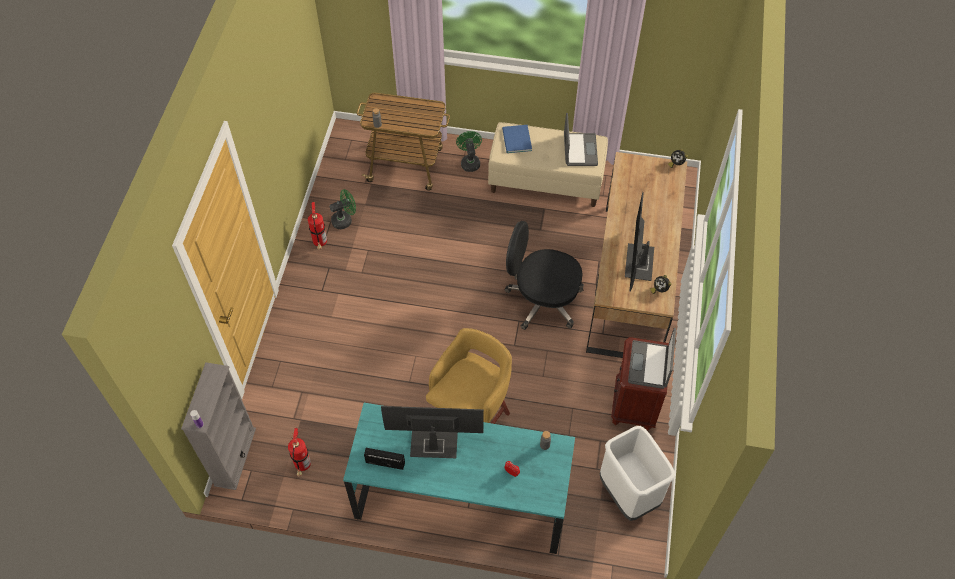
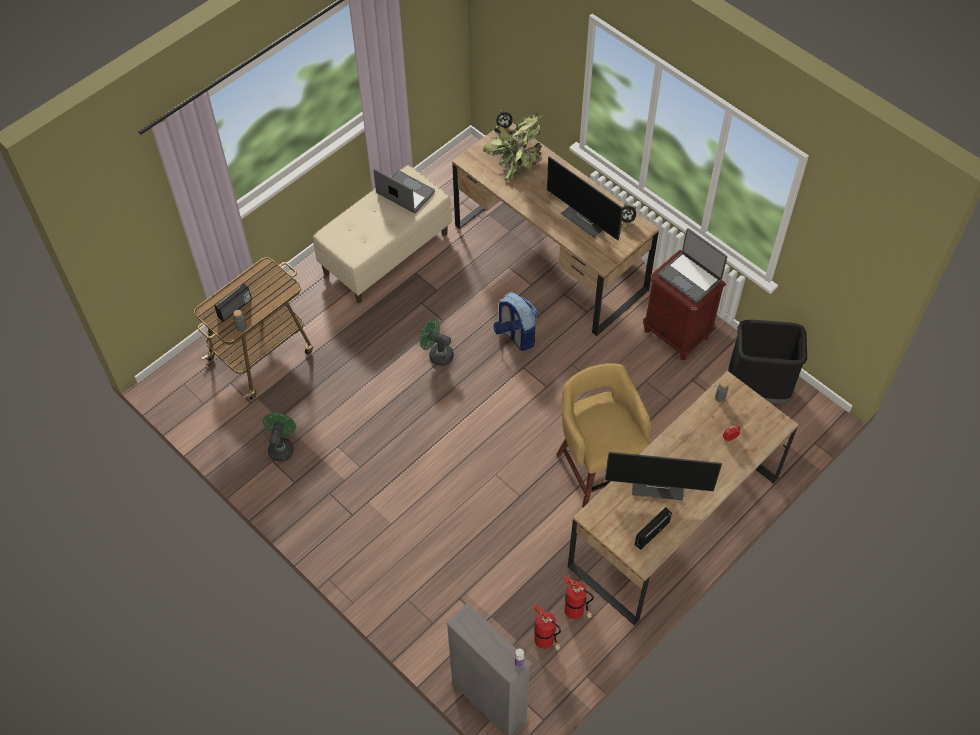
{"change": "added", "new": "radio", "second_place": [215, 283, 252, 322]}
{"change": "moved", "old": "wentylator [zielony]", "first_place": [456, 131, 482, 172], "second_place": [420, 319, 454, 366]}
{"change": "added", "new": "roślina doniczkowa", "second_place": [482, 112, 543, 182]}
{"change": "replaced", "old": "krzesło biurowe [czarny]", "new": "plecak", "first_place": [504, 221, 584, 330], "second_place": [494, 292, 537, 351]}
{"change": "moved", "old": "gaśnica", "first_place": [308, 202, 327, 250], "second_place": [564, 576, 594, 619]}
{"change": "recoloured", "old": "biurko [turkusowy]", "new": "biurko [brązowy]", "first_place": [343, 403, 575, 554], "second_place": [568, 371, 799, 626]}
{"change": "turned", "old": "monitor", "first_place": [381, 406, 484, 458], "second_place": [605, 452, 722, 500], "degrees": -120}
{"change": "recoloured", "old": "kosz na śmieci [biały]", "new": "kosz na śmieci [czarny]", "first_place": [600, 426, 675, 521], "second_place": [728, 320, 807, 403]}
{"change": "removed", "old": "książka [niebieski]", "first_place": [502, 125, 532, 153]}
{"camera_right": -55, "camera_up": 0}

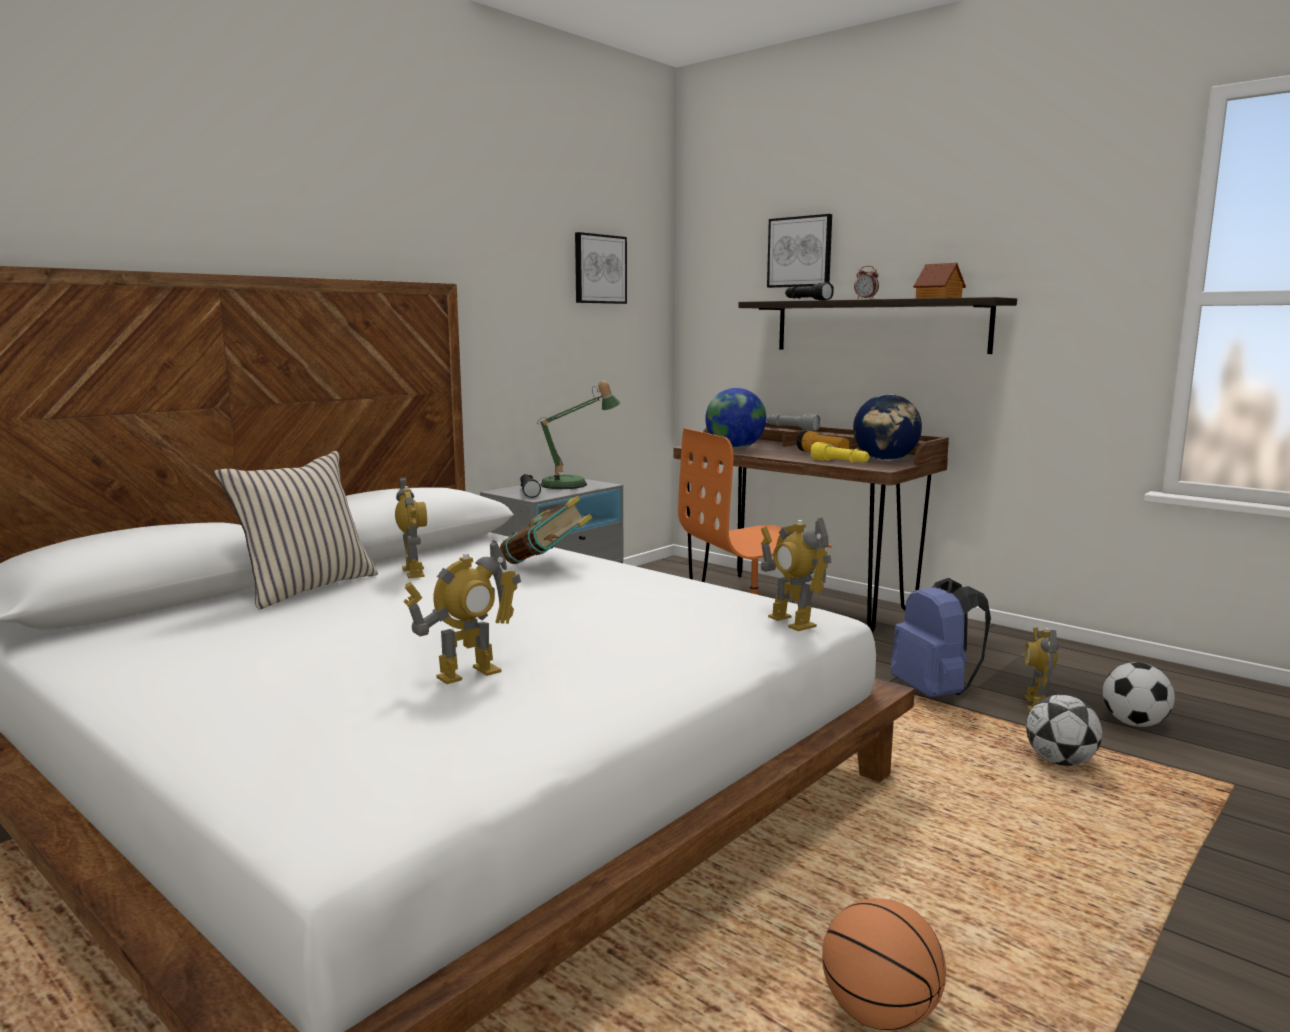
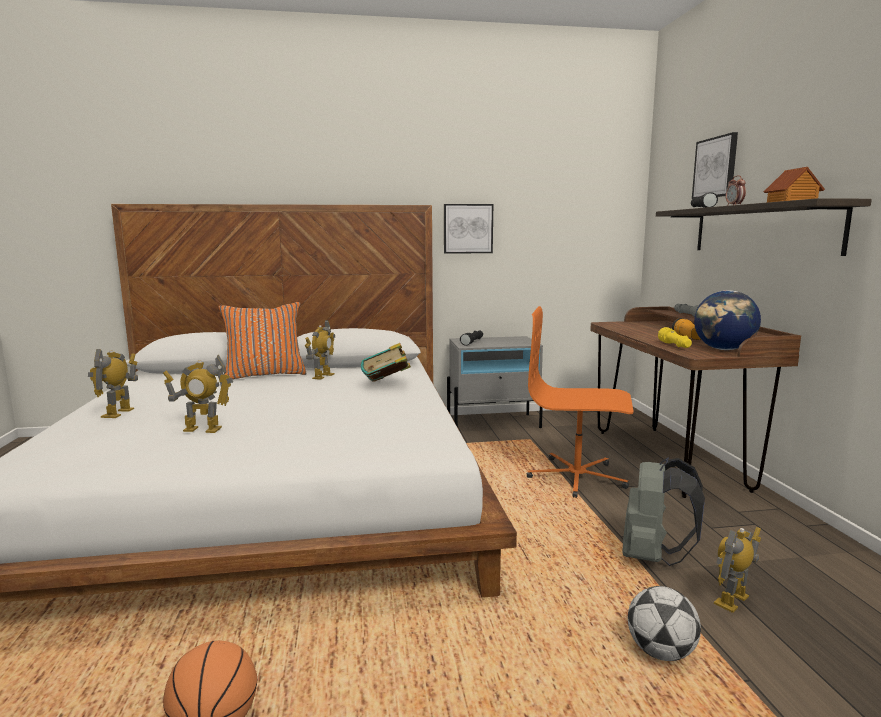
{"change": "moved", "old": "robot zabawkowy", "first_place": [761, 518, 832, 631], "second_place": [88, 349, 138, 418]}
{"change": "recoloured", "old": "poduszka [beżowy]", "new": "poduszka [pomarańczowy]", "first_place": [214, 451, 378, 609], "second_place": [219, 302, 307, 379]}
{"change": "moved", "old": "obraz", "first_place": [575, 232, 627, 304], "second_place": [444, 204, 493, 254]}
{"change": "recoloured", "old": "plecak [niebieski]", "new": "plecak [szary]", "first_place": [890, 578, 991, 698], "second_place": [622, 458, 705, 566]}
{"change": "removed", "old": "lampa stołowa", "first_place": [537, 381, 620, 489]}
{"change": "removed", "old": "globus", "first_place": [705, 388, 767, 449]}
{"change": "removed", "old": "piłka futbolowa", "first_place": [1103, 662, 1175, 727]}
{"camera_right": 40, "camera_up": 0}

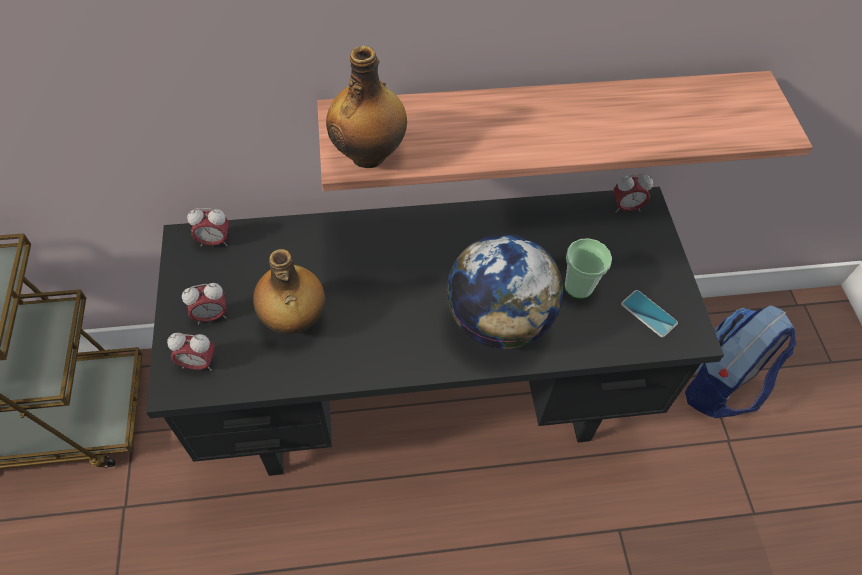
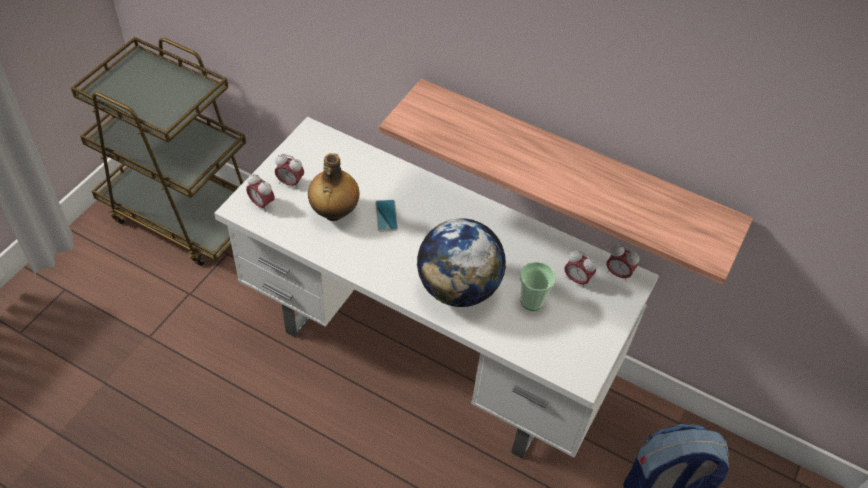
{"change": "recoloured", "old": "biurko [czarny]", "new": "biurko [biały]", "first_place": [146, 187, 724, 476], "second_place": [214, 117, 659, 458]}
{"change": "moved", "old": "telefon", "first_place": [621, 290, 678, 337], "second_place": [375, 200, 398, 232]}
{"change": "moved", "old": "budzik", "first_place": [187, 208, 229, 247], "second_place": [565, 250, 597, 288]}
{"change": "removed", "old": "butelka", "first_place": [326, 45, 407, 168]}
{"camera_right": 35, "camera_up": -5}

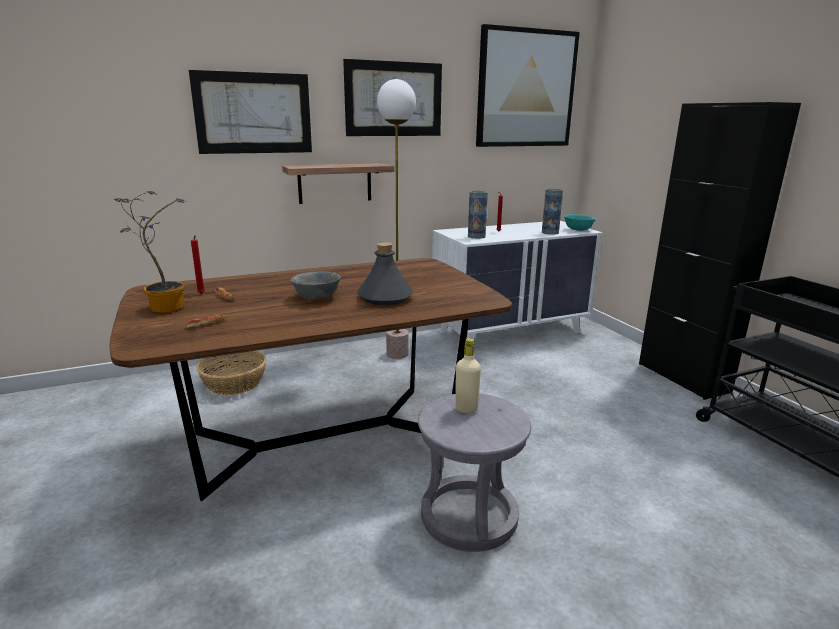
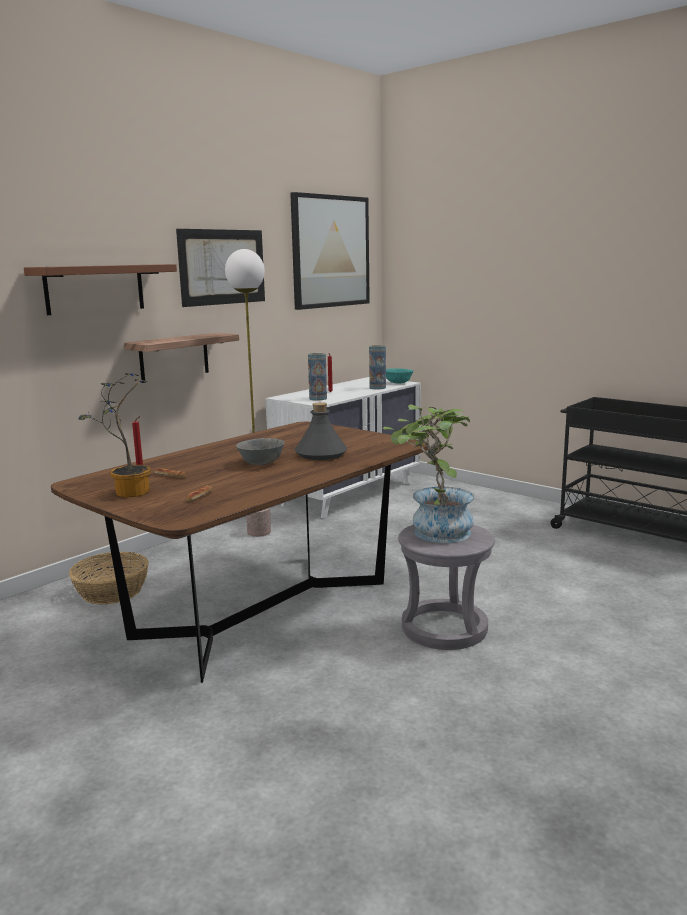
{"change": "replaced", "old": "obraz", "new": "półka [brązowy]", "first_place": [189, 70, 312, 154], "second_place": [24, 264, 177, 315]}
{"change": "replaced", "old": "butelka [beżowy]", "new": "roślina doniczkowa", "first_place": [455, 338, 481, 414], "second_place": [383, 404, 474, 543]}
{"change": "removed", "old": "szafka [czarny]", "first_place": [639, 102, 801, 400]}
{"camera_right": -25, "camera_up": -5}

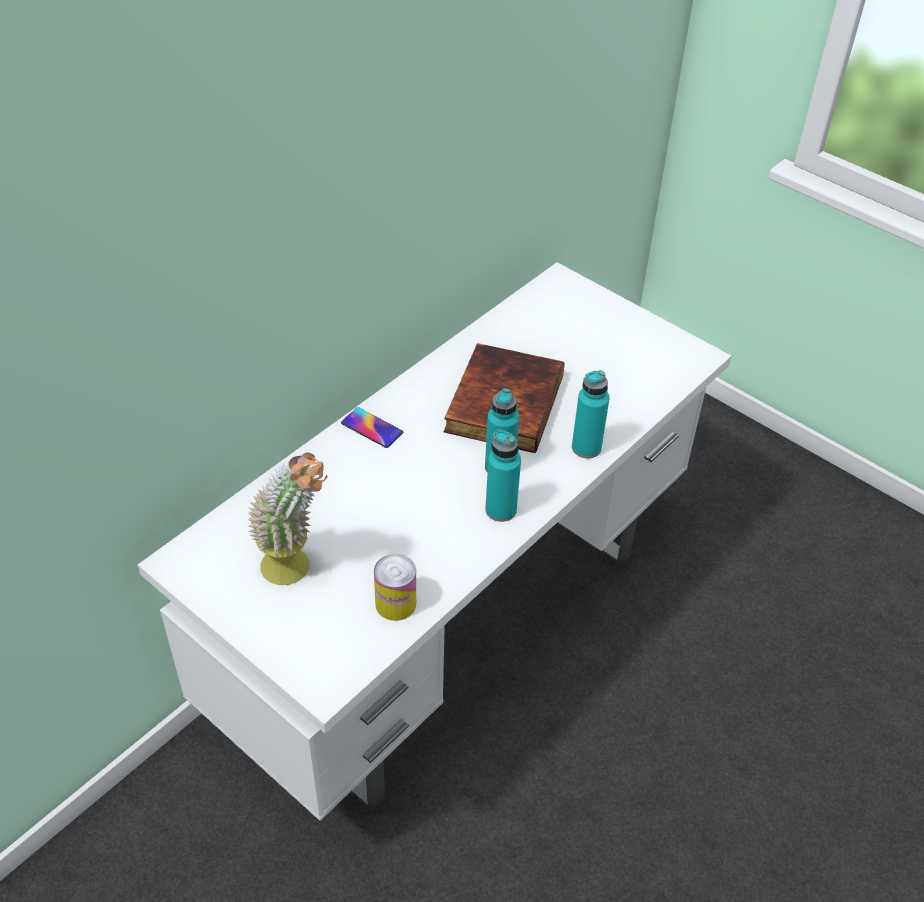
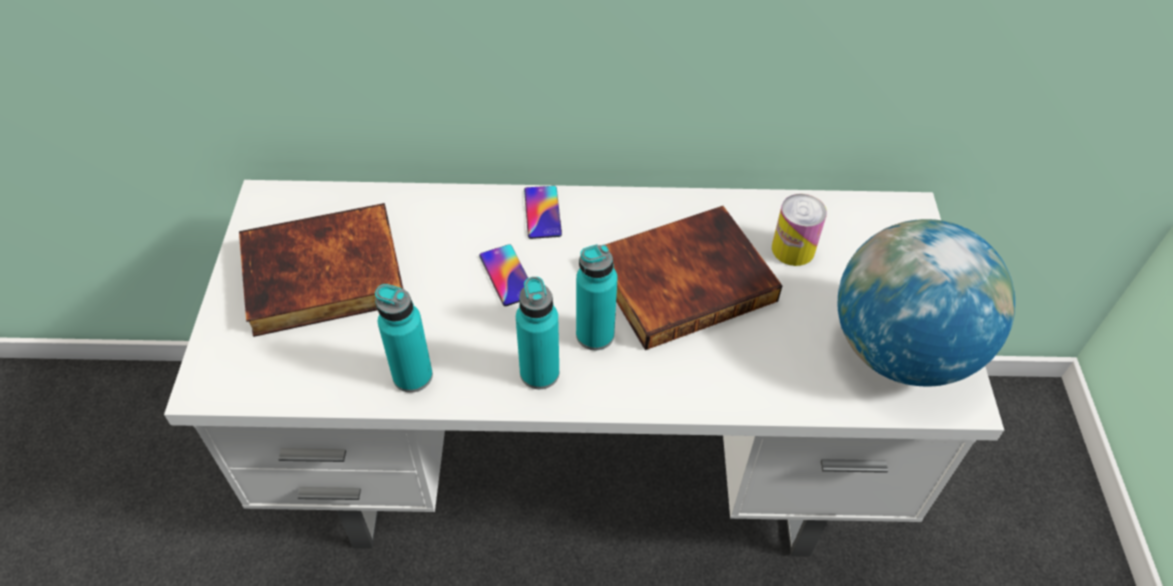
{"change": "replaced", "old": "roślina doniczkowa", "new": "książka", "first_place": [248, 453, 327, 585], "second_place": [239, 203, 403, 337]}
{"change": "moved", "old": "butelka [turkusowy]", "first_place": [572, 370, 610, 459], "second_place": [375, 284, 433, 393]}
{"change": "added", "new": "telefon", "second_place": [479, 244, 528, 306]}
{"change": "moved", "old": "puszka", "first_place": [374, 554, 416, 621], "second_place": [772, 194, 827, 266]}
{"change": "added", "new": "globus", "second_place": [838, 219, 1015, 386]}
{"camera_right": 50, "camera_up": 5}

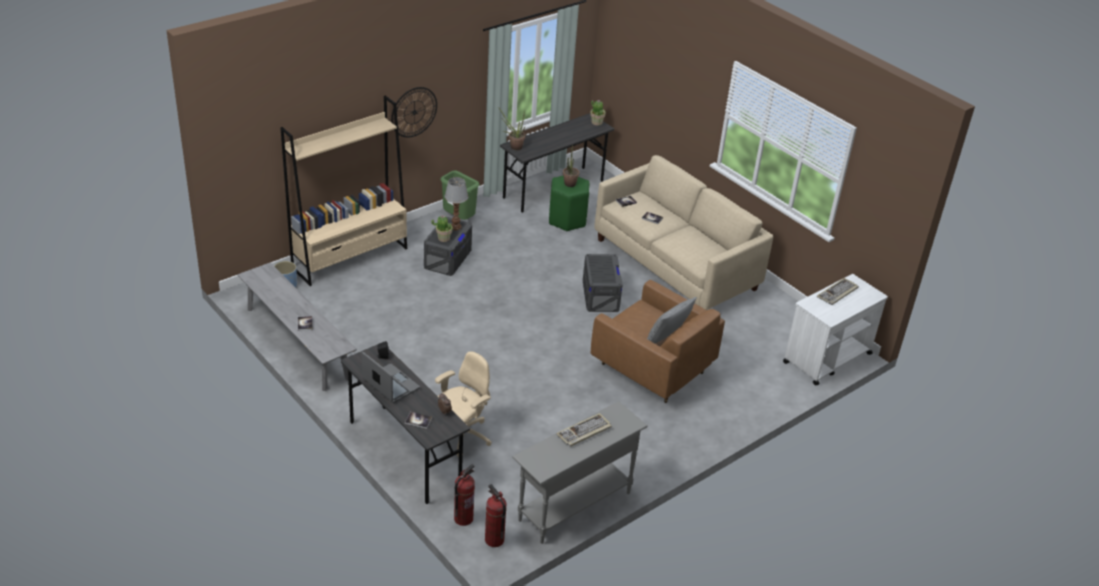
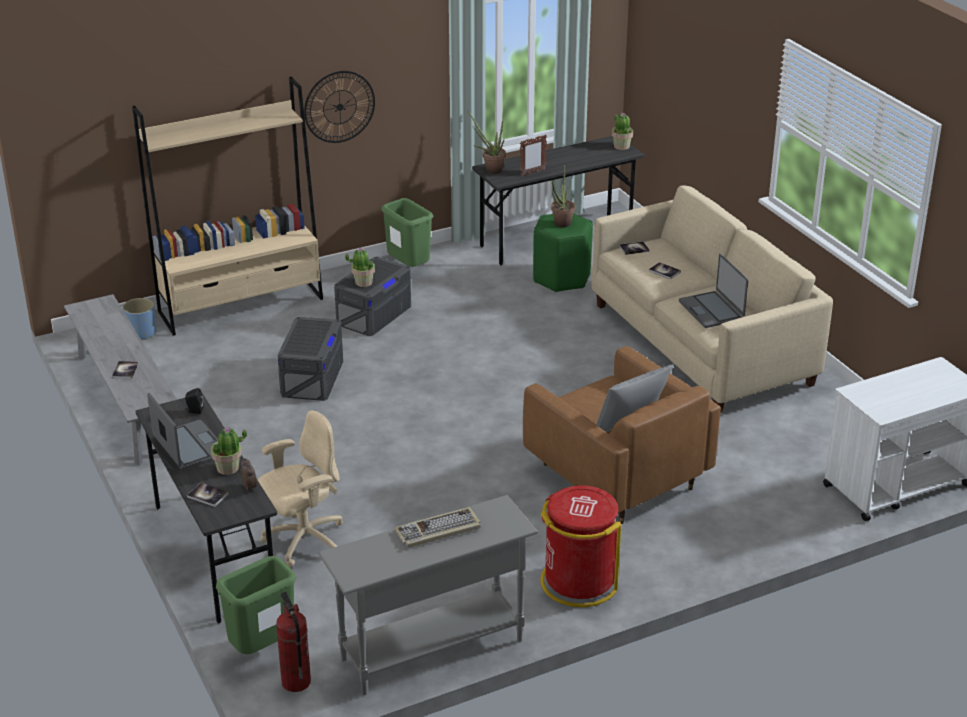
{"change": "added", "new": "roślina doniczkowa", "second_place": [211, 427, 247, 475]}
{"change": "replaced", "old": "gaśnica", "new": "kosz na śmieci [zielony]", "first_place": [454, 464, 475, 526], "second_place": [216, 556, 296, 654]}
{"change": "moved", "old": "pojemnik do przechowywania [szary]", "first_place": [583, 254, 623, 312], "second_place": [278, 317, 343, 401]}
{"change": "added", "new": "ramka na zdjęcie", "second_place": [520, 134, 547, 176]}
{"change": "added", "new": "kosz na śmieci [czerwony]", "second_place": [540, 485, 621, 607]}
{"change": "added", "new": "laptop", "second_place": [679, 254, 749, 328]}
{"change": "removed", "old": "lampa stołowa", "first_place": [444, 177, 468, 231]}
{"change": "removed", "old": "klawiatura", "first_place": [817, 278, 859, 305]}
{"camera_right": 15, "camera_up": -5}

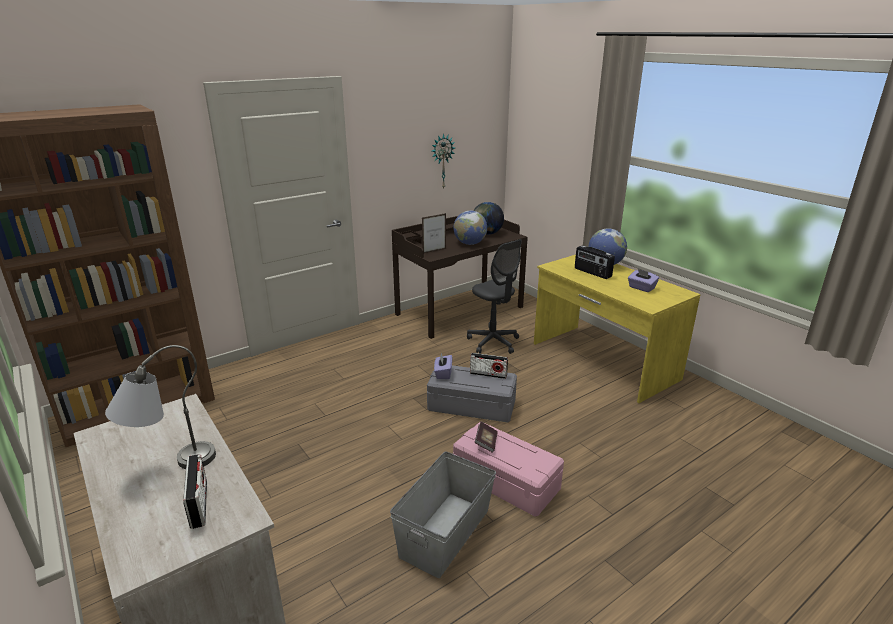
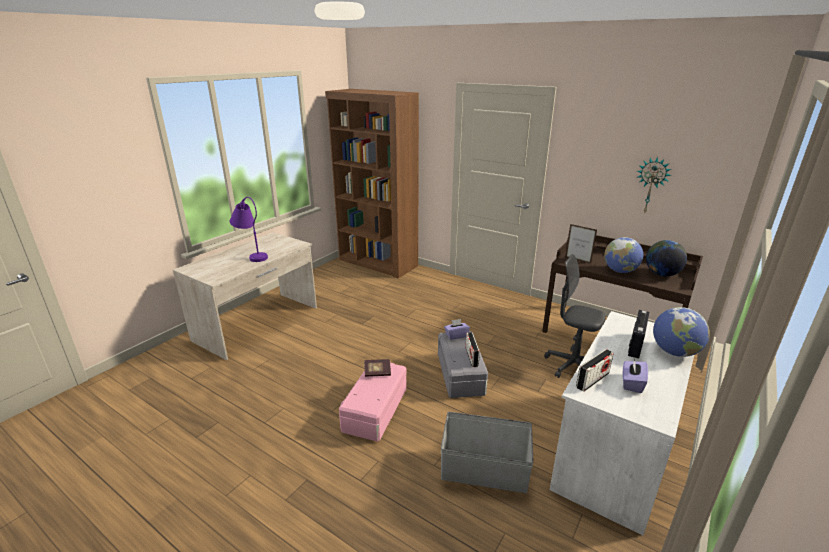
{"change": "recoloured", "old": "lampa stołowa [szary]", "new": "lampa stołowa [fioletowy]", "first_place": [105, 345, 216, 469], "second_place": [230, 197, 268, 262]}
{"change": "moved", "old": "pojemnik do przechowywania [szary]", "first_place": [390, 452, 496, 578], "second_place": [441, 412, 534, 493]}
{"change": "turned", "old": "krzesło biurowe [szary]", "first_place": [467, 239, 522, 354], "second_place": [544, 254, 606, 378], "degrees": 90}
{"change": "recoloured", "old": "biurko [żółty]", "new": "biurko [biały]", "first_place": [534, 255, 701, 403], "second_place": [550, 311, 694, 535]}
{"change": "moved", "old": "radio", "first_place": [183, 454, 207, 529], "second_place": [576, 349, 614, 392]}
{"camera_right": 70, "camera_up": 0}

